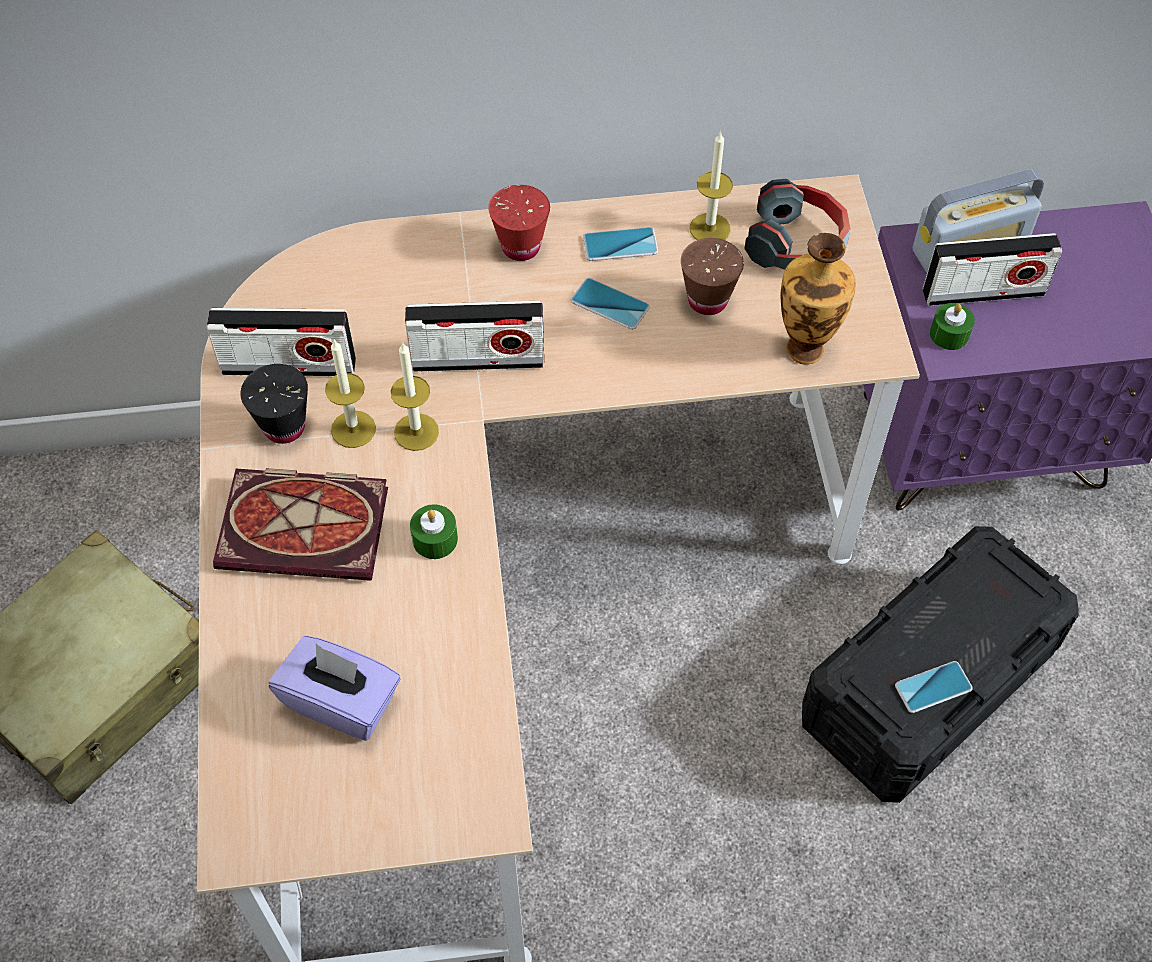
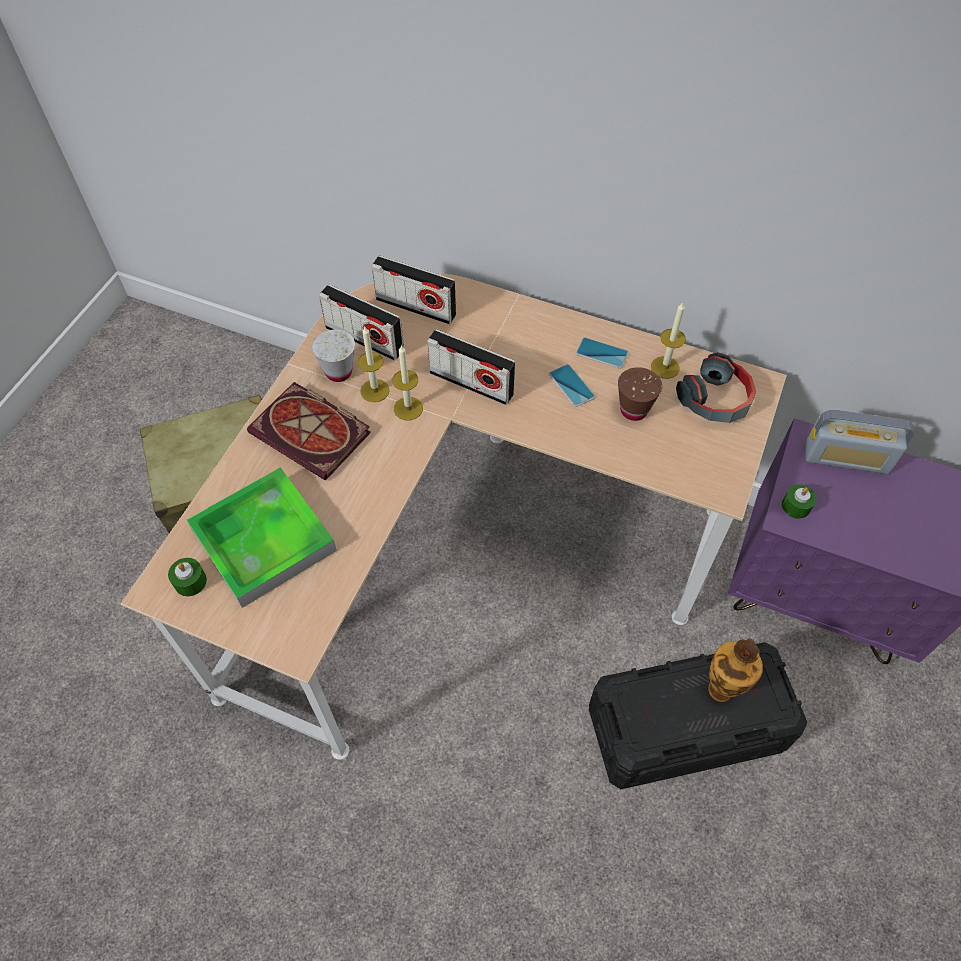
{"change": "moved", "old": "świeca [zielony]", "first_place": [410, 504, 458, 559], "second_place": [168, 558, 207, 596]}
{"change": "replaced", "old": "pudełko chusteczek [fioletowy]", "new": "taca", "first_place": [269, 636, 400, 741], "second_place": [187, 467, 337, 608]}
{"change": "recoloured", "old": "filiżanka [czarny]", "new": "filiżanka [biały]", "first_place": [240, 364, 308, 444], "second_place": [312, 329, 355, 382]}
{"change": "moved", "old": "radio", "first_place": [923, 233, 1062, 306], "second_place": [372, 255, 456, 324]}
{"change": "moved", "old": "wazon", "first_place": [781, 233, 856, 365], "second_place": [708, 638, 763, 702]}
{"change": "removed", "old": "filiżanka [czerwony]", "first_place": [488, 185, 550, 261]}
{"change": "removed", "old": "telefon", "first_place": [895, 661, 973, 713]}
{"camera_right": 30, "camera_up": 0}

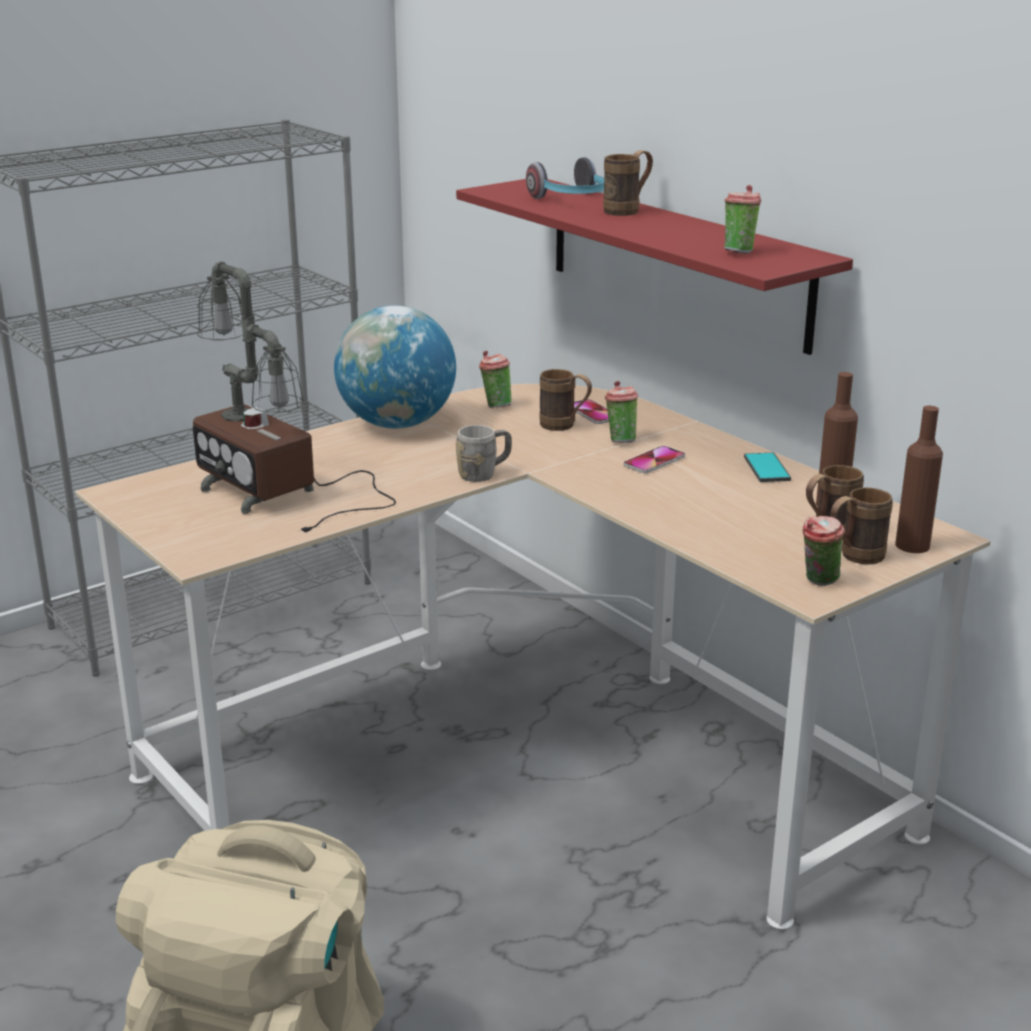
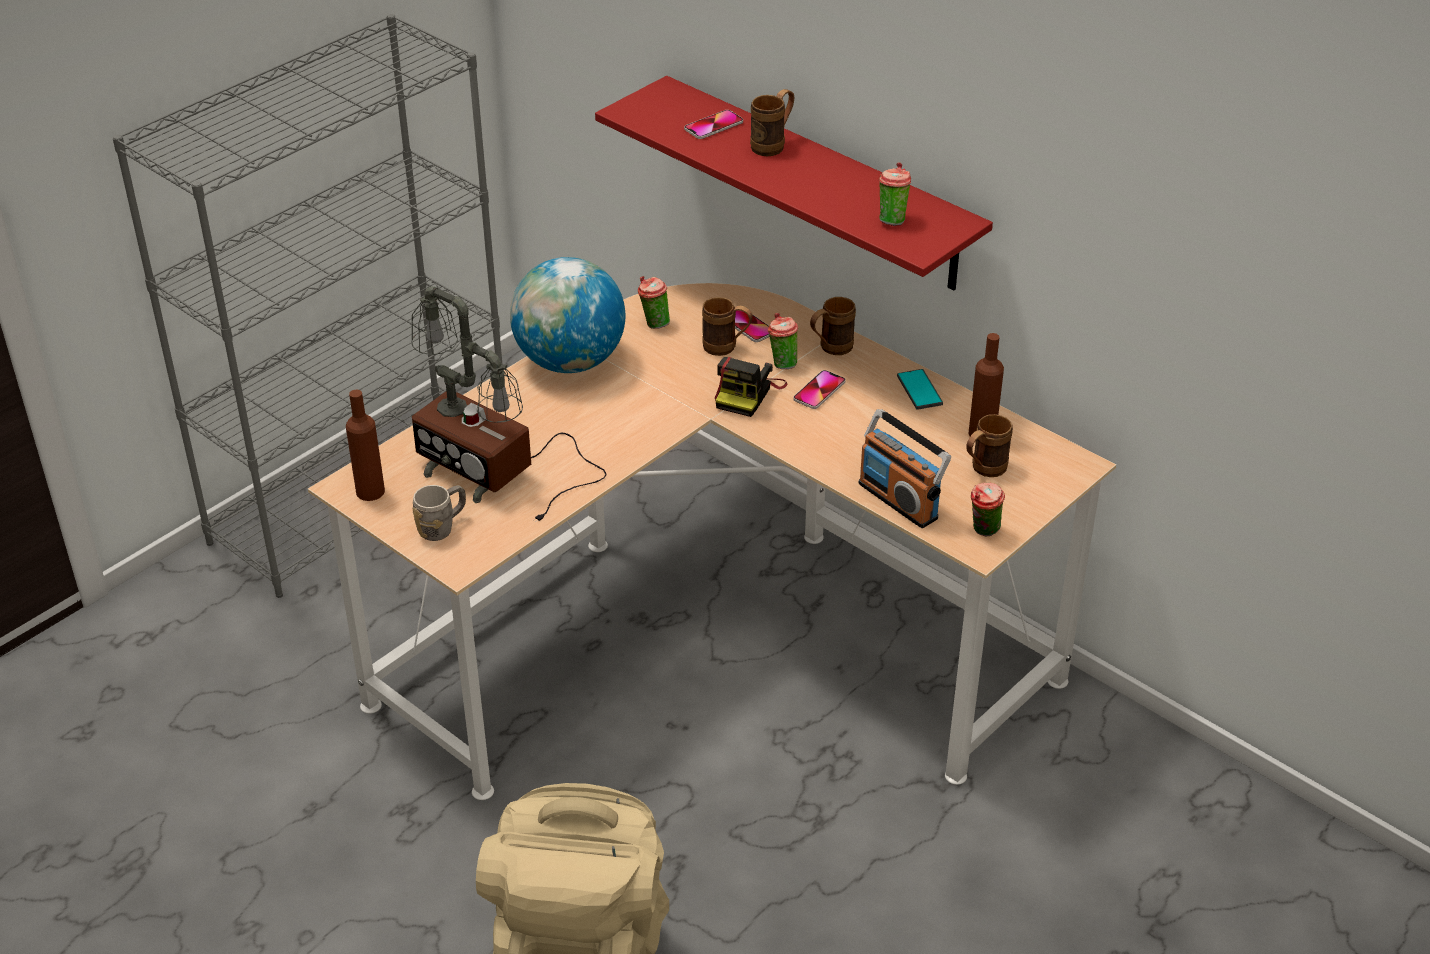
{"change": "moved", "old": "butelka [brązowy]", "first_place": [895, 406, 943, 553], "second_place": [346, 390, 385, 501]}
{"change": "moved", "old": "kubek [szary]", "first_place": [456, 425, 512, 482], "second_place": [413, 485, 466, 541]}
{"change": "replaced", "old": "słuchawki", "new": "telefon", "first_place": [526, 157, 604, 199], "second_place": [684, 110, 743, 139]}
{"change": "added", "new": "aparat fotograficzny", "second_place": [715, 357, 787, 417]}
{"change": "moved", "old": "kubek [brązowy]", "first_place": [831, 487, 893, 565], "second_place": [810, 297, 856, 355]}
{"change": "added", "new": "radio", "second_place": [858, 409, 951, 528]}
{"camera_right": -10, "camera_up": 15}

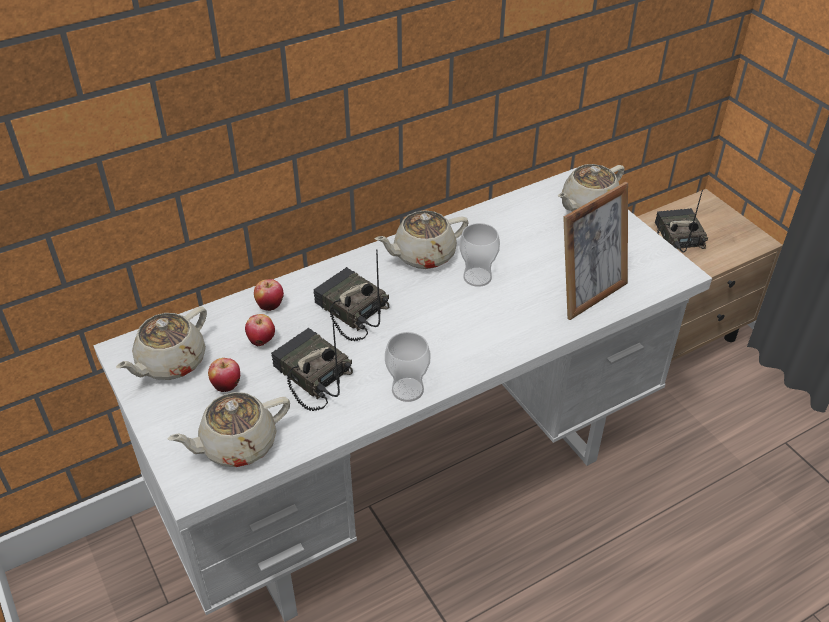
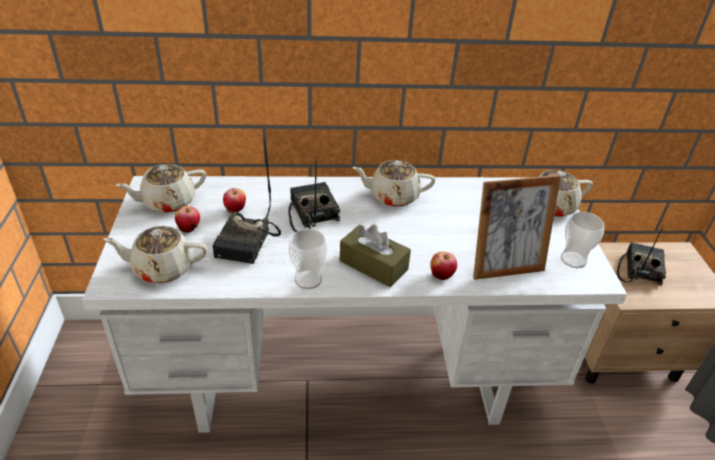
{"change": "turned", "old": "radio", "first_place": [271, 319, 353, 411], "second_place": [212, 138, 281, 264], "degrees": -150}
{"change": "added", "new": "pudełko chusteczek [brązowy]", "second_place": [340, 225, 411, 287]}
{"change": "moved", "old": "jabłko", "first_place": [254, 279, 284, 311], "second_place": [430, 251, 457, 280]}
{"change": "moved", "old": "filiżanka", "first_place": [459, 223, 500, 287], "second_place": [561, 212, 604, 268]}
{"camera_right": 25, "camera_up": -5}

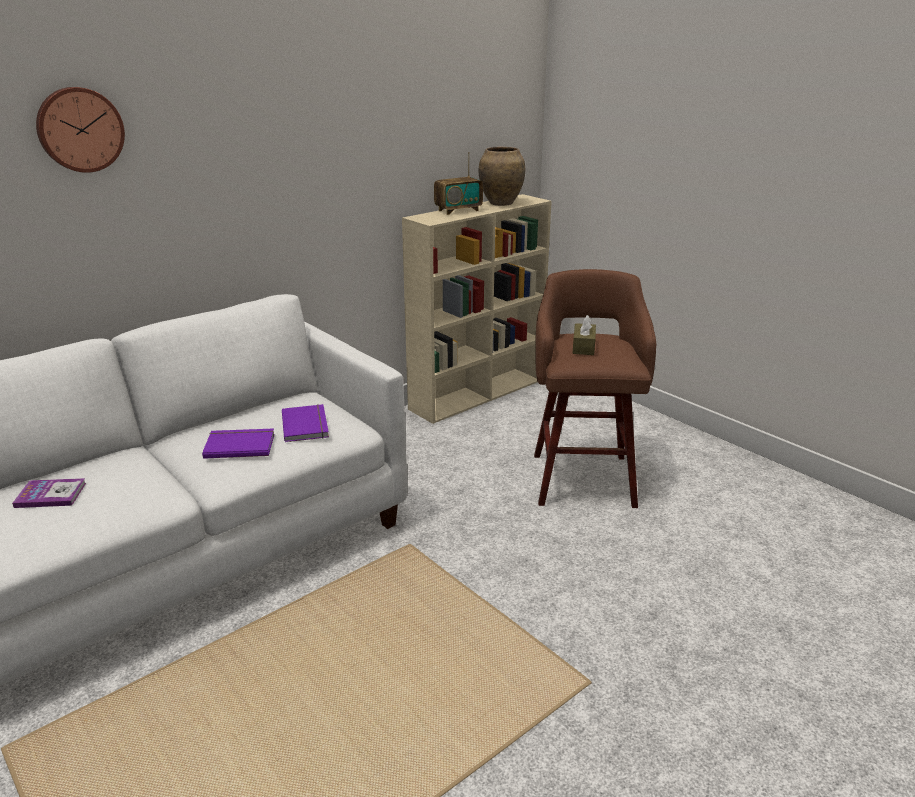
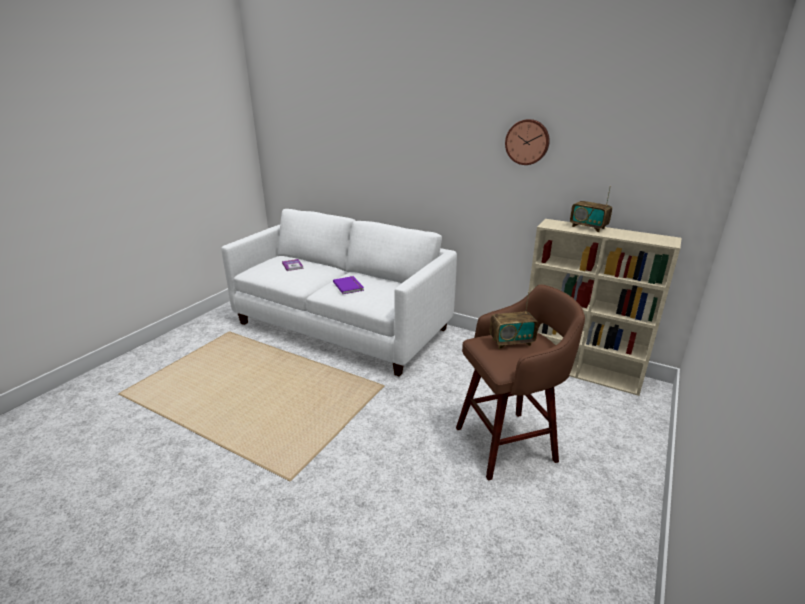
{"change": "replaced", "old": "pudełko chusteczek [brązowy]", "new": "radio", "first_place": [573, 315, 596, 355], "second_place": [490, 292, 538, 349]}
{"change": "moved", "old": "zegar ścienny", "first_place": [36, 87, 125, 173], "second_place": [505, 119, 550, 165]}
{"change": "removed", "old": "książka [fioletowy]", "first_place": [282, 404, 329, 442]}
{"change": "removed", "old": "wazon [brązowy]", "first_place": [478, 146, 525, 206]}
{"camera_right": 70, "camera_up": 0}

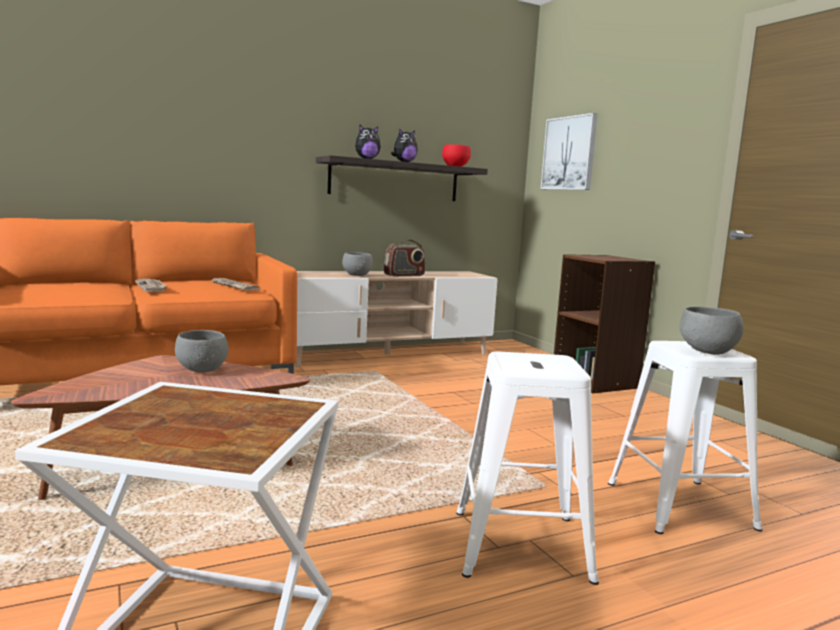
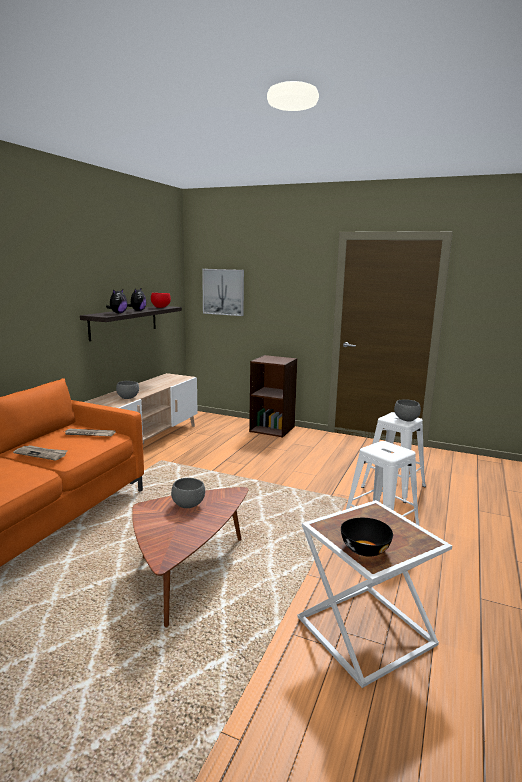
{"change": "added", "new": "miska [czarny]", "second_place": [341, 518, 393, 557]}
{"change": "removed", "old": "radio", "first_place": [384, 239, 425, 277]}
{"camera_right": -40, "camera_up": 5}

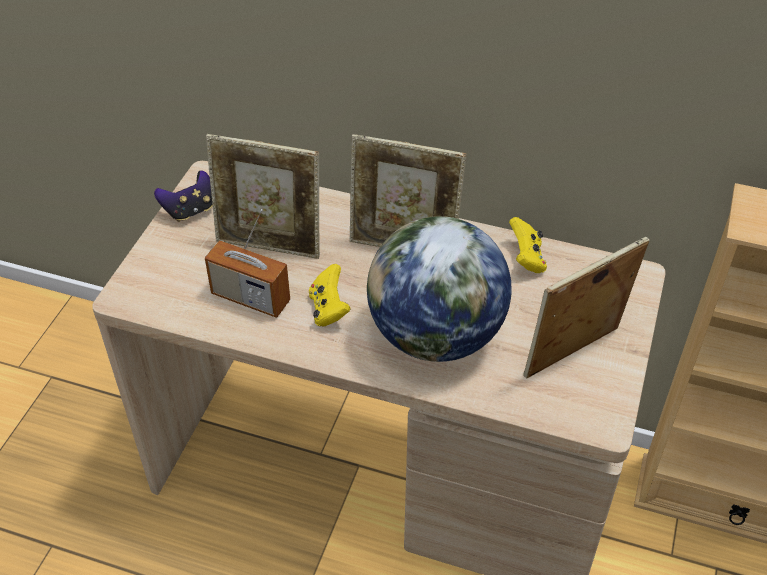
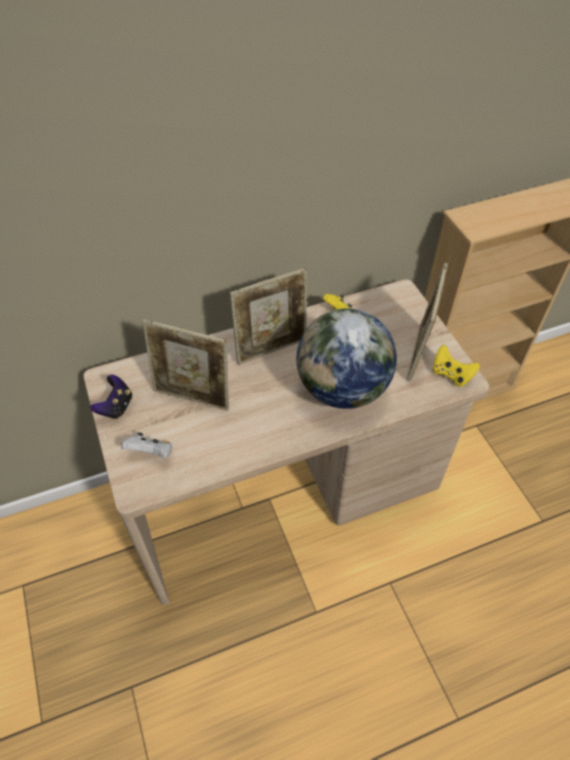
{"change": "added", "new": "pad do gier [biały]", "second_place": [122, 432, 173, 458]}
{"change": "turned", "old": "ramka na zdjęcie", "first_place": [206, 134, 320, 259], "second_place": [142, 319, 229, 411], "degrees": 45}
{"change": "moved", "old": "pad do gier [żółty]", "first_place": [309, 264, 351, 326], "second_place": [433, 345, 480, 387]}
{"change": "removed", "old": "radio", "first_place": [205, 209, 290, 318]}
{"camera_right": -40, "camera_up": 5}

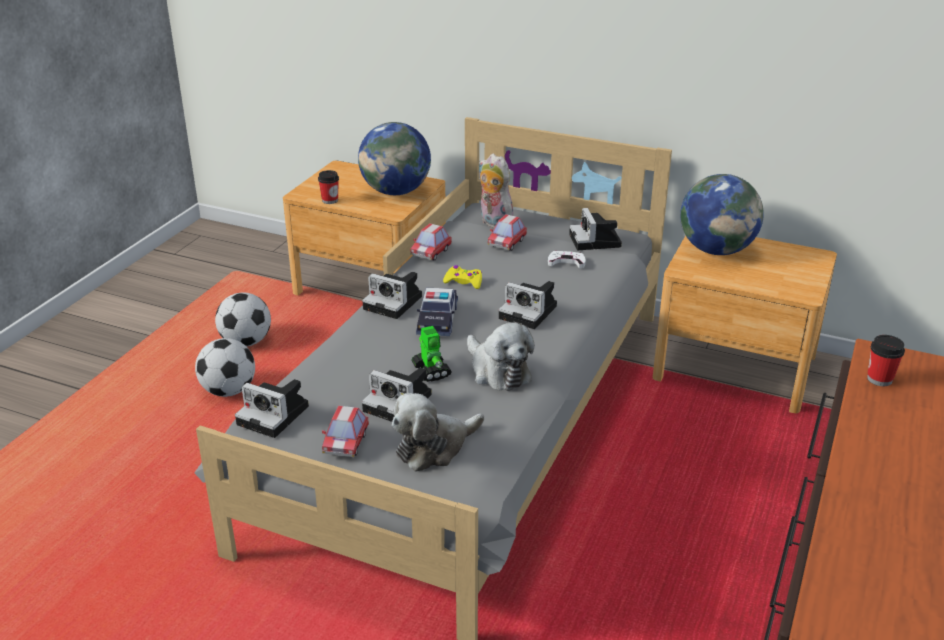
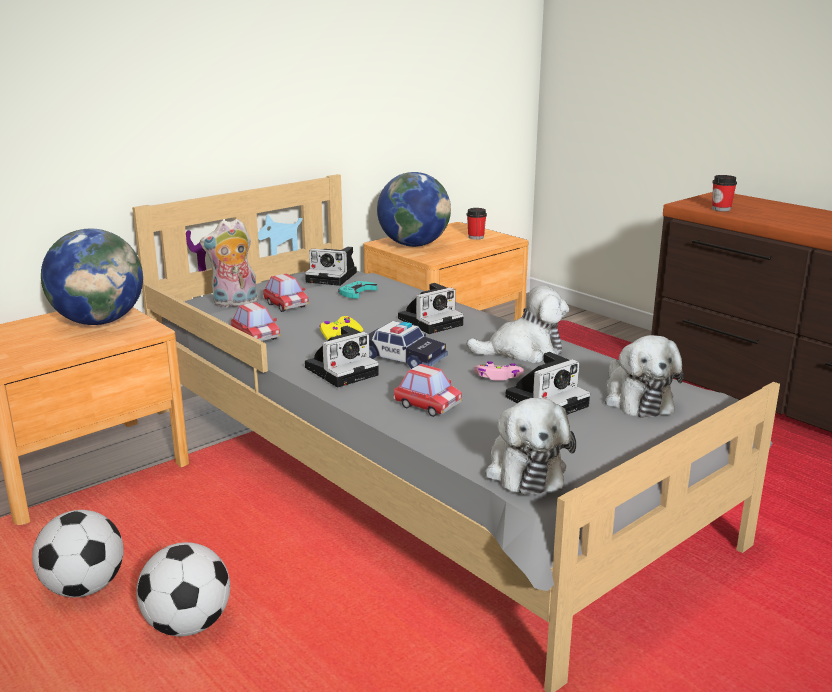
{"change": "recoloured", "old": "pad do gier [biały]", "new": "pad do gier [turkusowy]", "first_place": [548, 251, 585, 269], "second_place": [338, 281, 377, 299]}
{"change": "moved", "old": "samochodzik", "first_place": [322, 406, 369, 457], "second_place": [393, 364, 462, 417]}
{"change": "moved", "old": "filiżanka", "first_place": [318, 170, 339, 204], "second_place": [467, 208, 487, 240]}
{"change": "replaced", "old": "robot zabawkowy", "new": "pad do gier [różowy]", "first_place": [412, 326, 451, 382], "second_place": [474, 361, 524, 381]}
{"change": "replaced", "old": "aparat fotograficzny", "new": "pluszak", "first_place": [235, 379, 309, 438], "second_place": [485, 398, 576, 495]}
{"camera_right": -65, "camera_up": -10}

